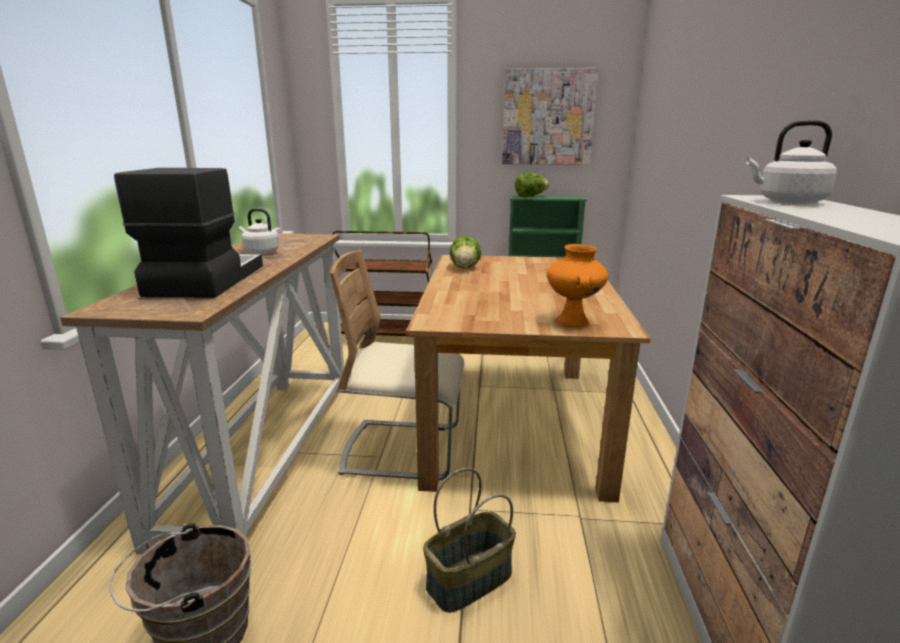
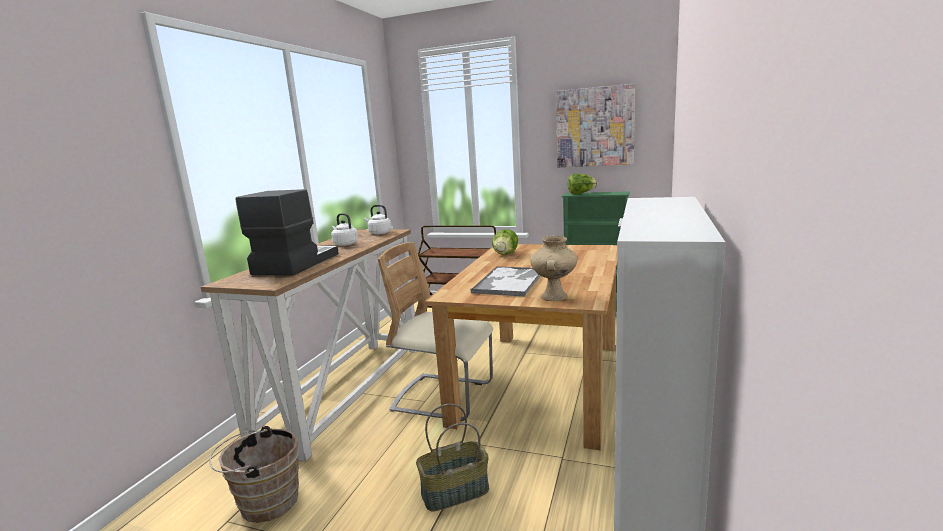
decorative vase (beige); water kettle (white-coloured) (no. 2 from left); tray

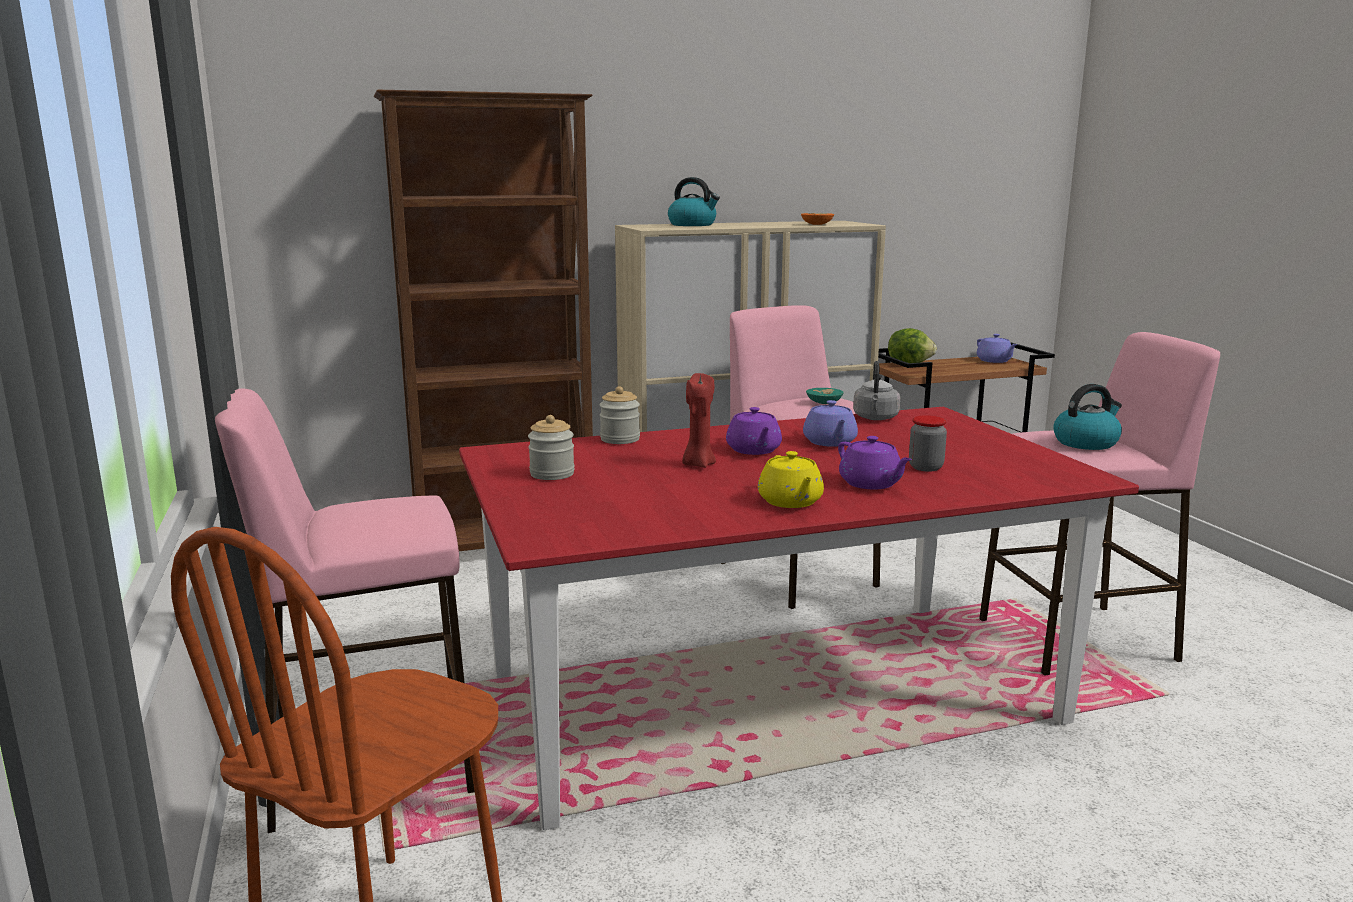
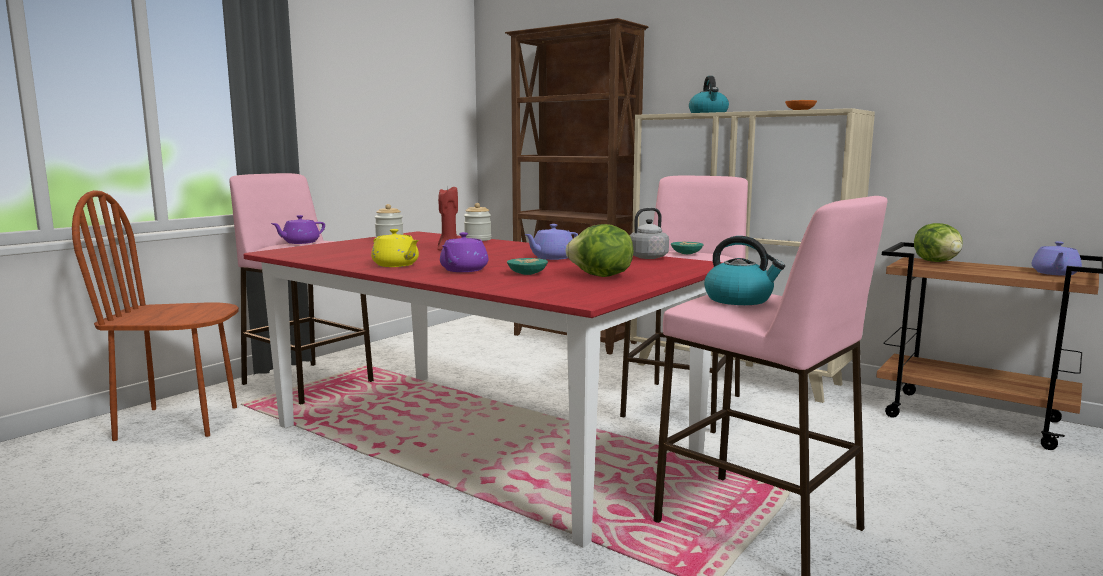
pot for tea (purplish) (no. 1 from left); pot for tea (yellow); serving bowl (blue-green) (no. 1 from left); head of lettuce (no. 1 from left)

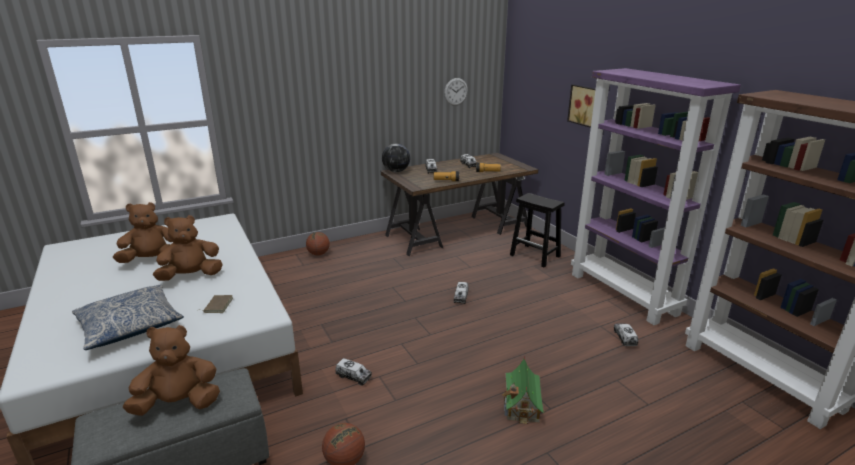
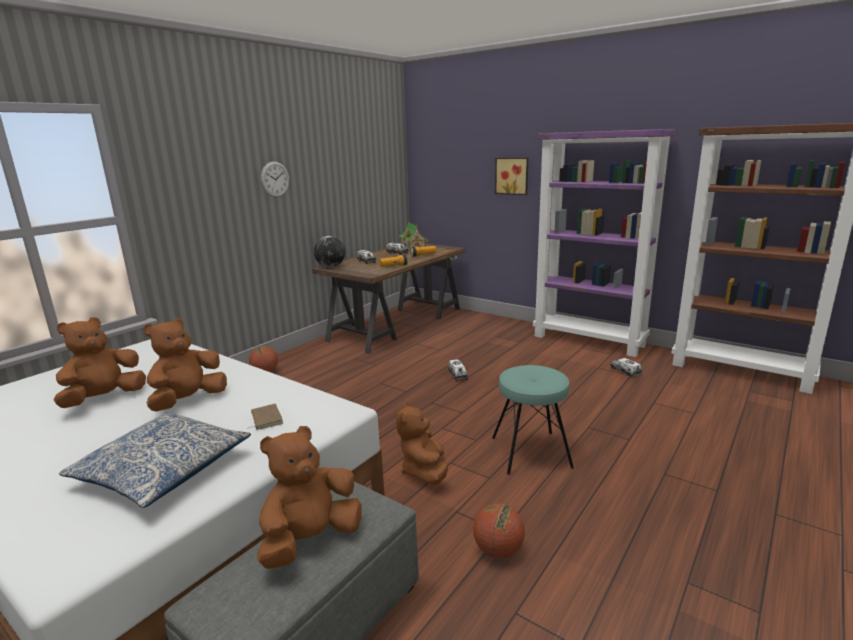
cuddly toy (brownish) (no. 4 from left); hanging clock; miniature house; stool (black); stool (blue-green)

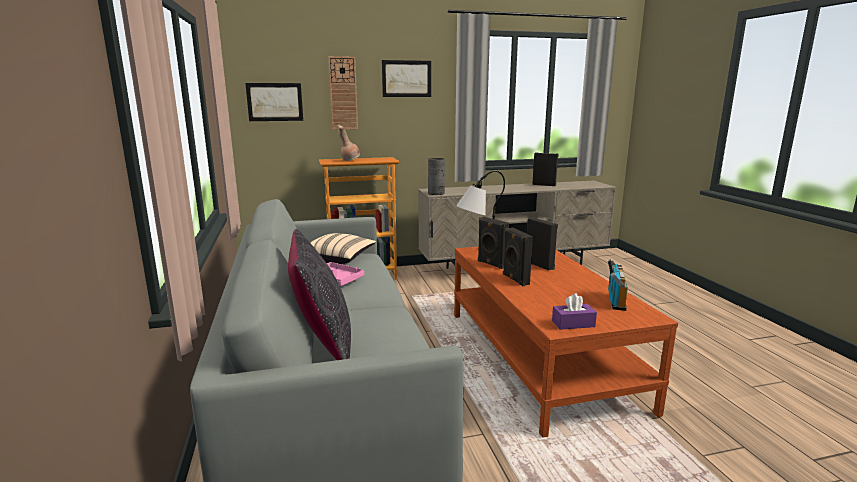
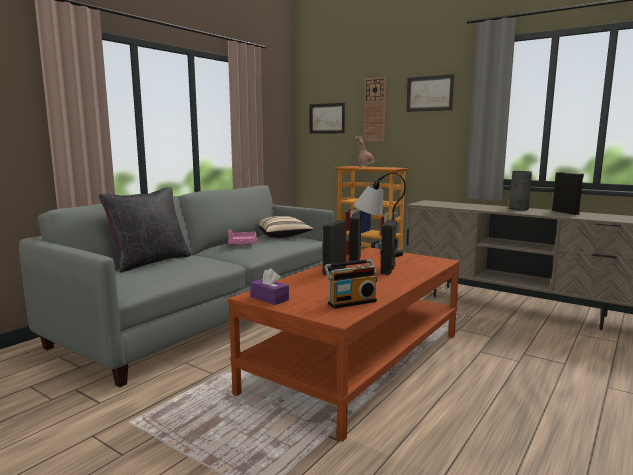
decorative vase (grey)

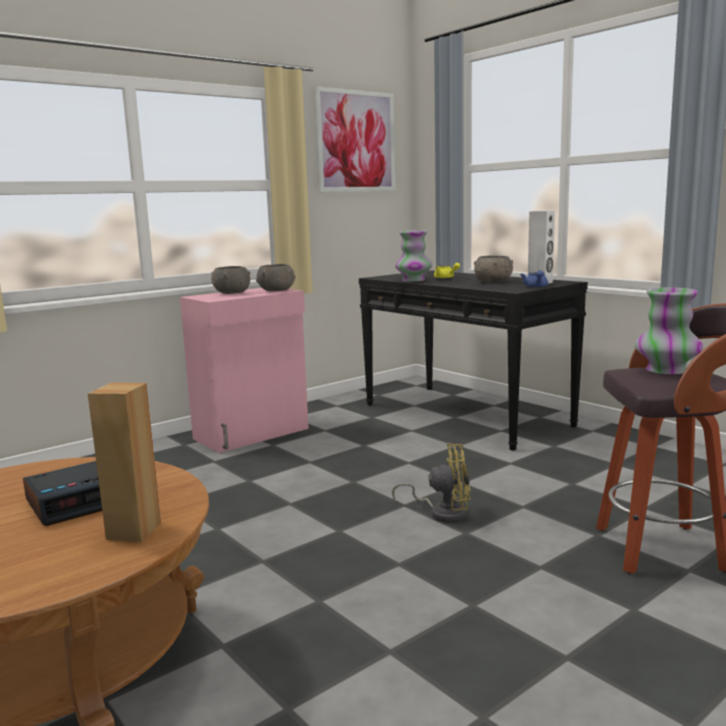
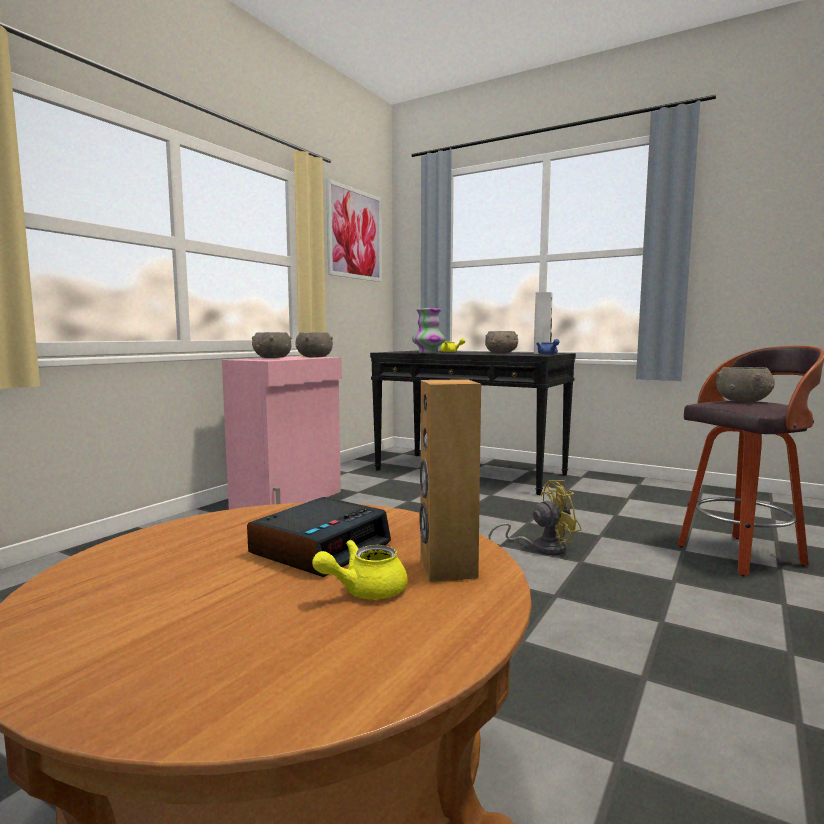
serving bowl (grey) (no. 4 from left); pot for tea (yellow) (no. 1 from left)

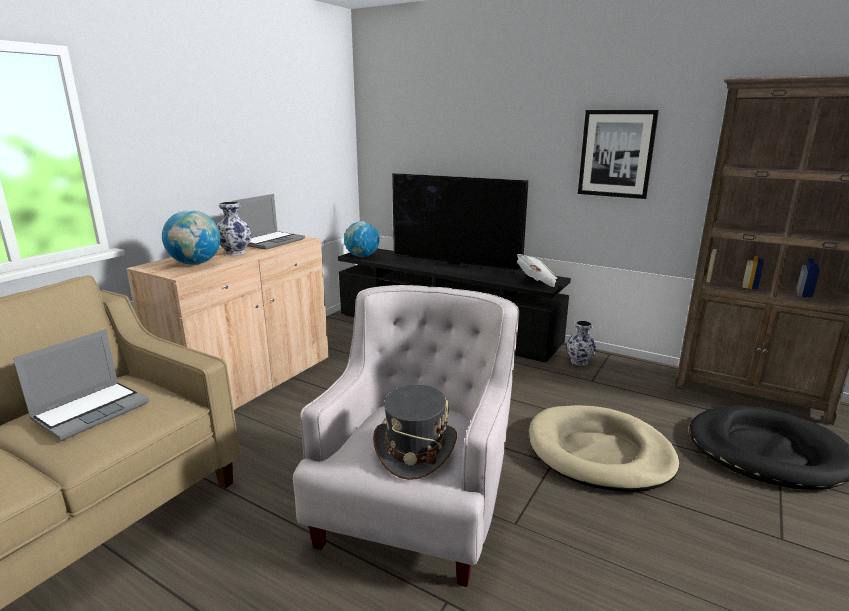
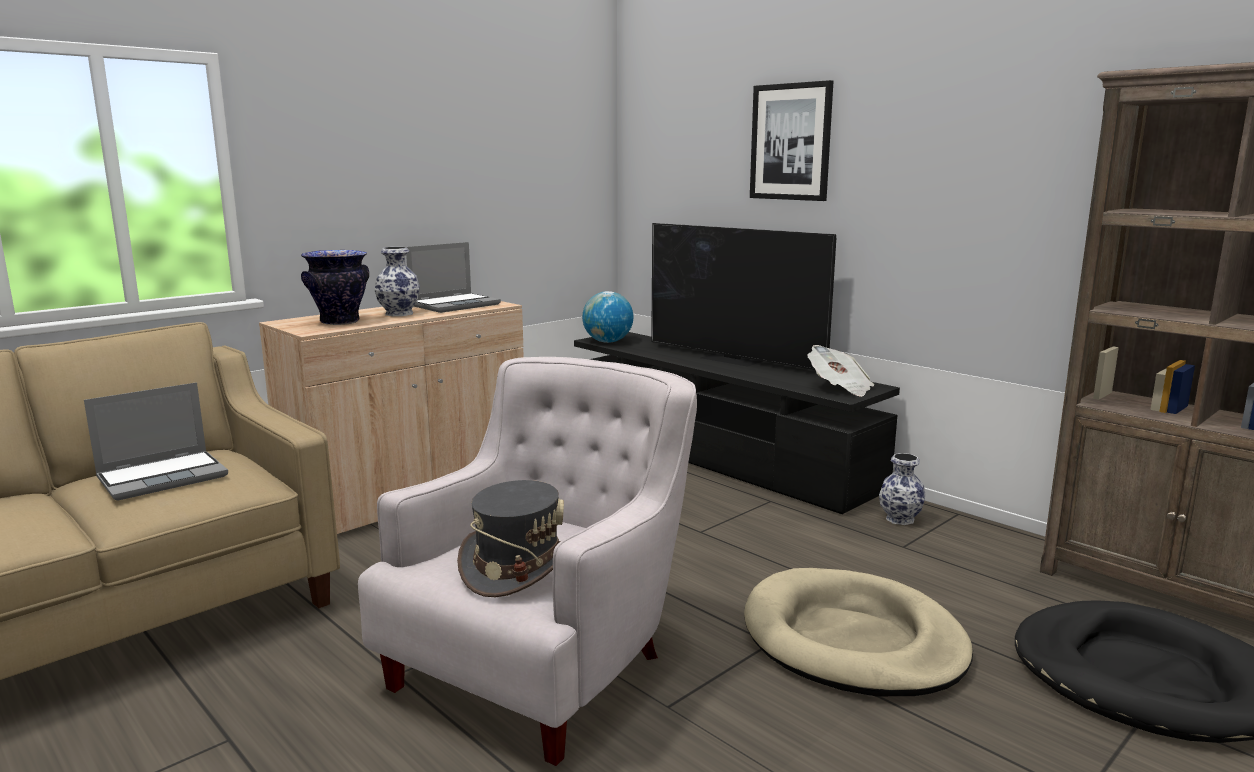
decorative vase (no. 1 from left); picture

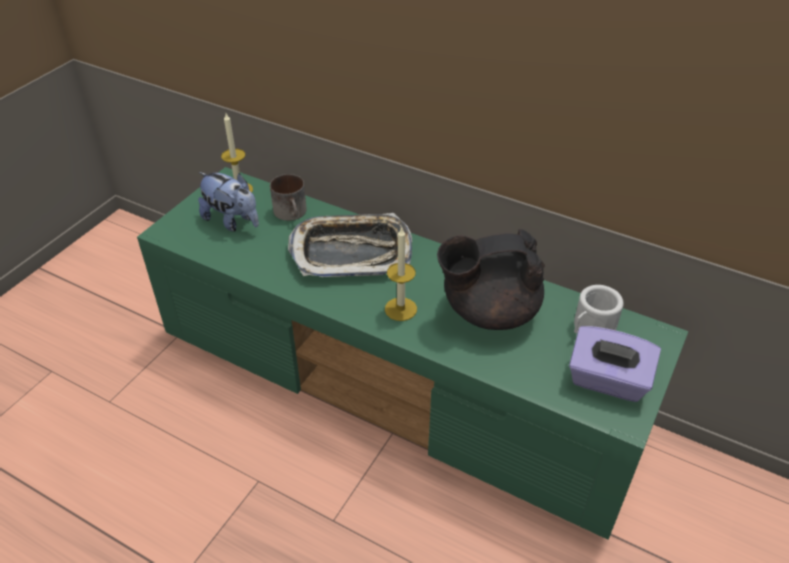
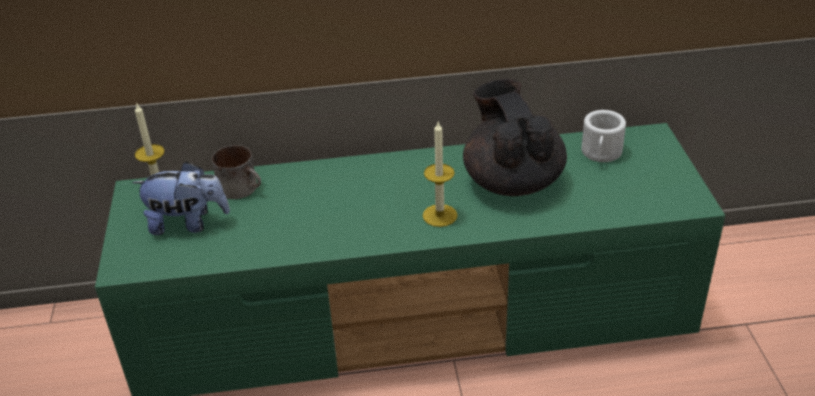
tray; pot for tea (black); tissue holder (purplish)

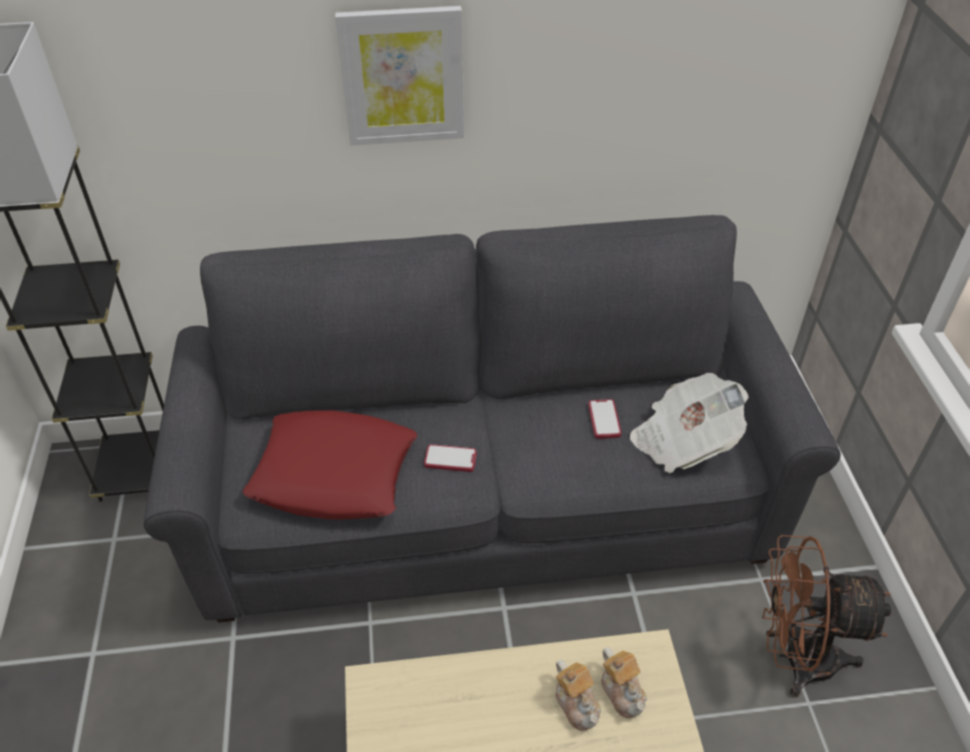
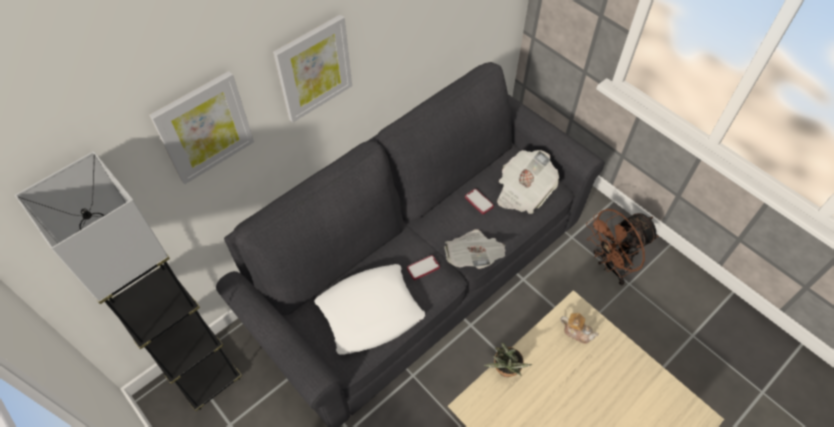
throw pillow (white-coloured); pot for tea (no. 1 from left in the first image); picture (no. 1 from left); daily paper (no. 1 from left); potted plant

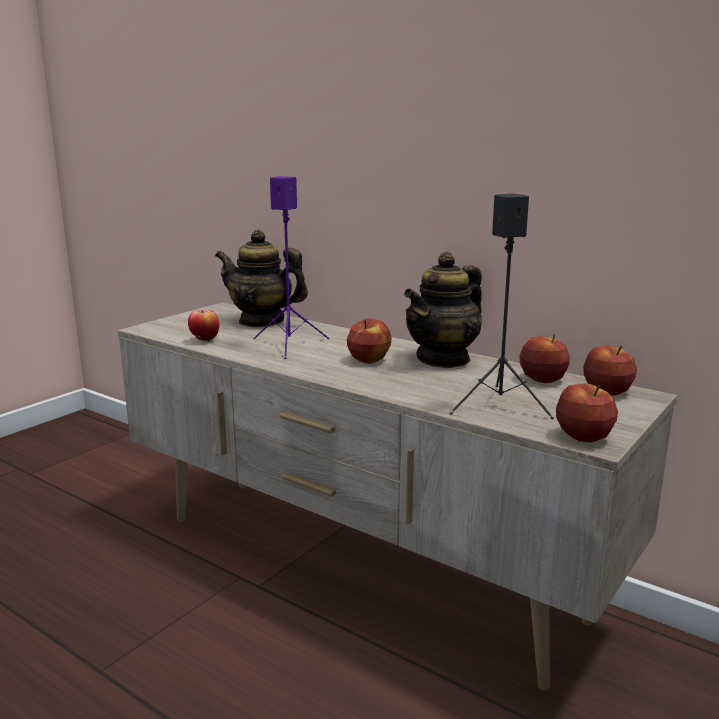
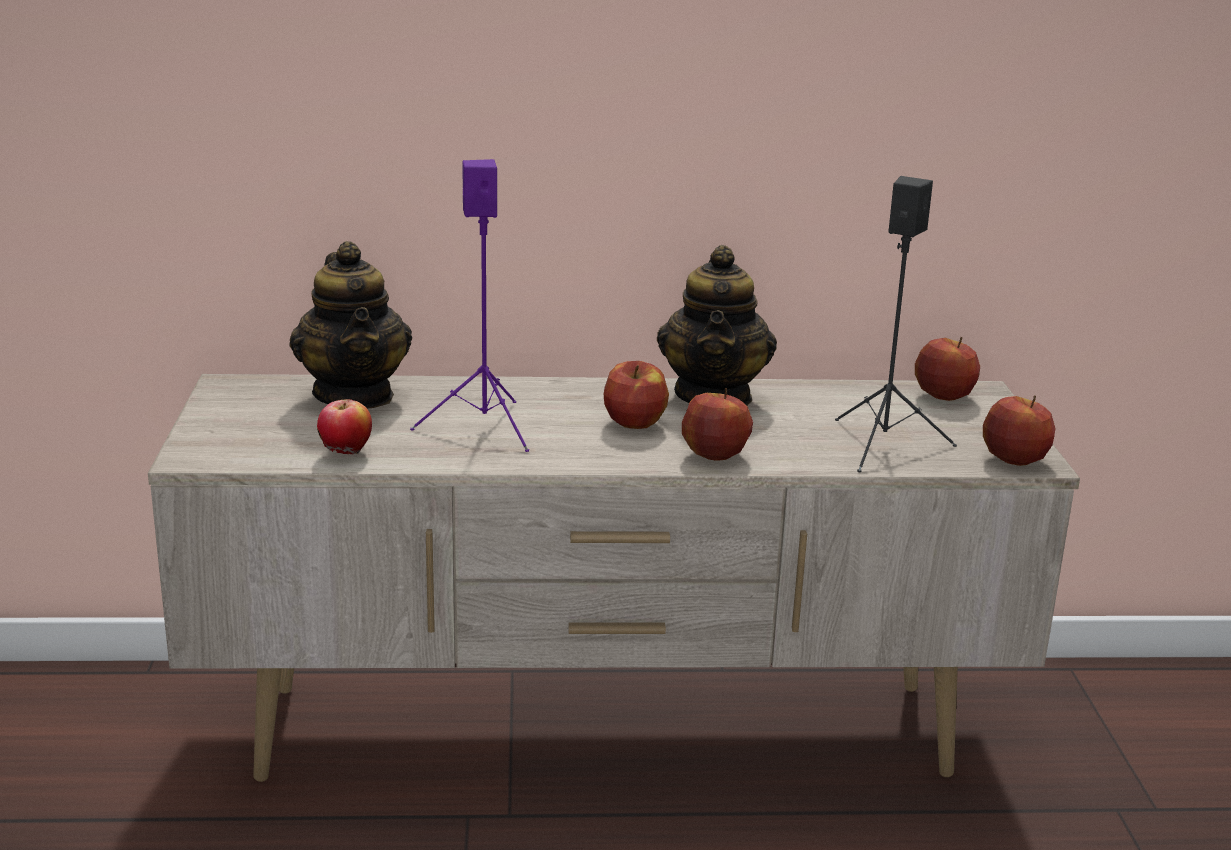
pot for tea (no. 1 from left); whole apple (no. 3 from left)

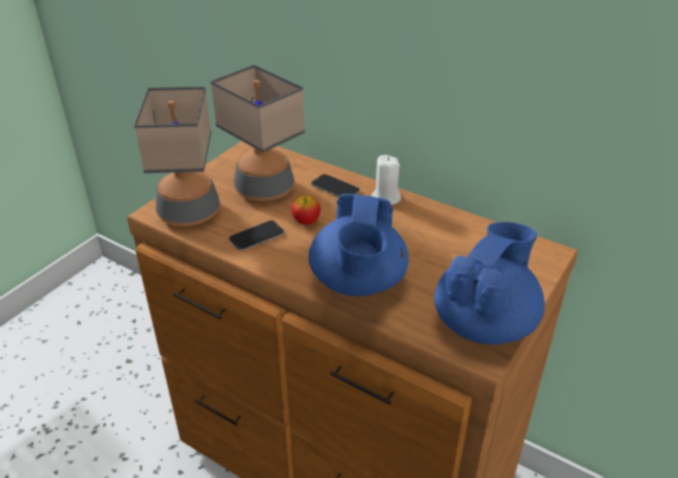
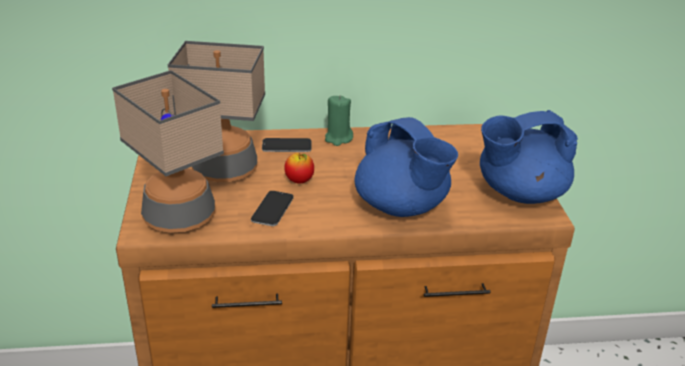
wax candle (greenish); pot for tea (bluish) (no. 2 from left)

